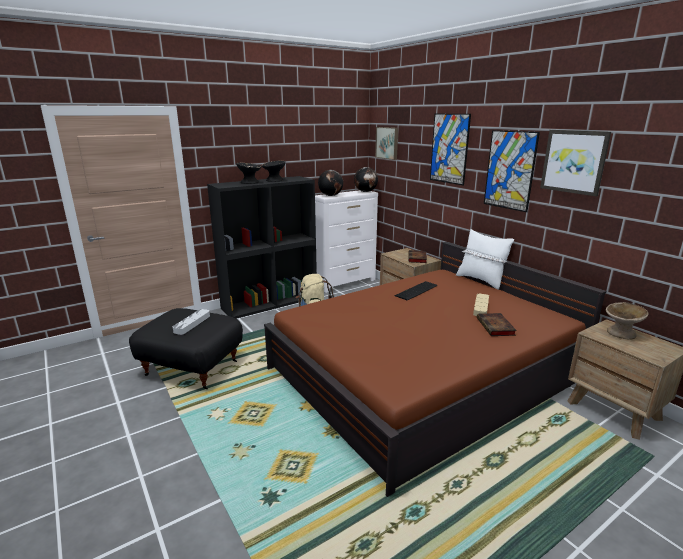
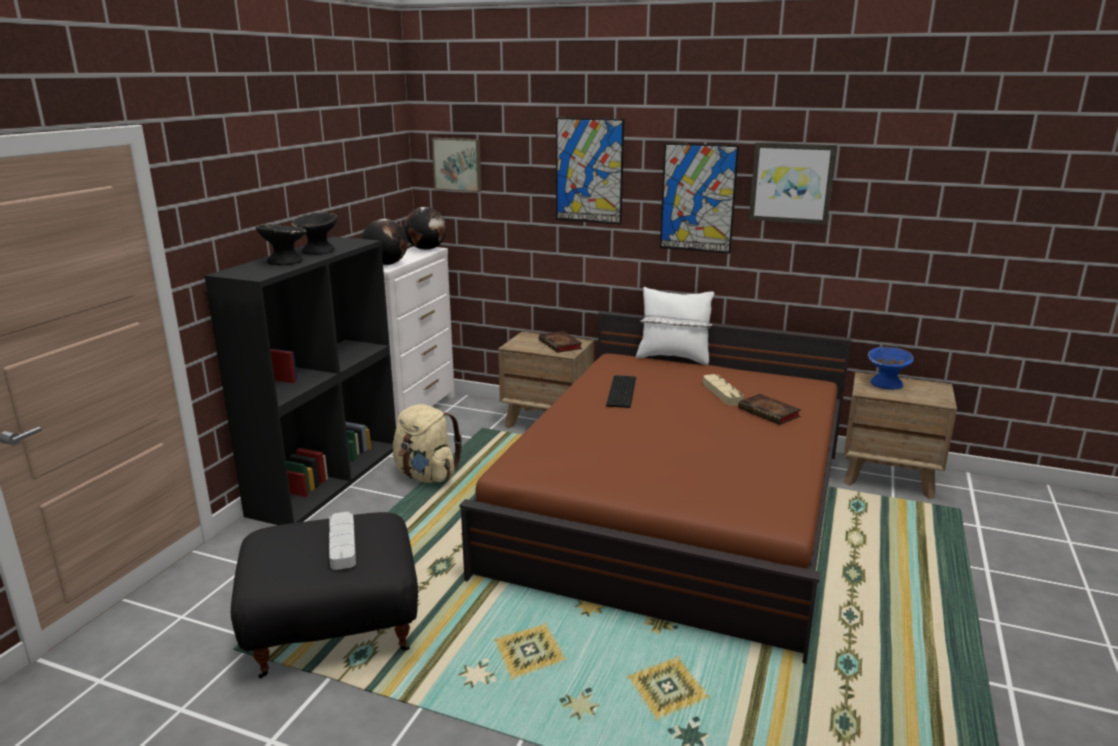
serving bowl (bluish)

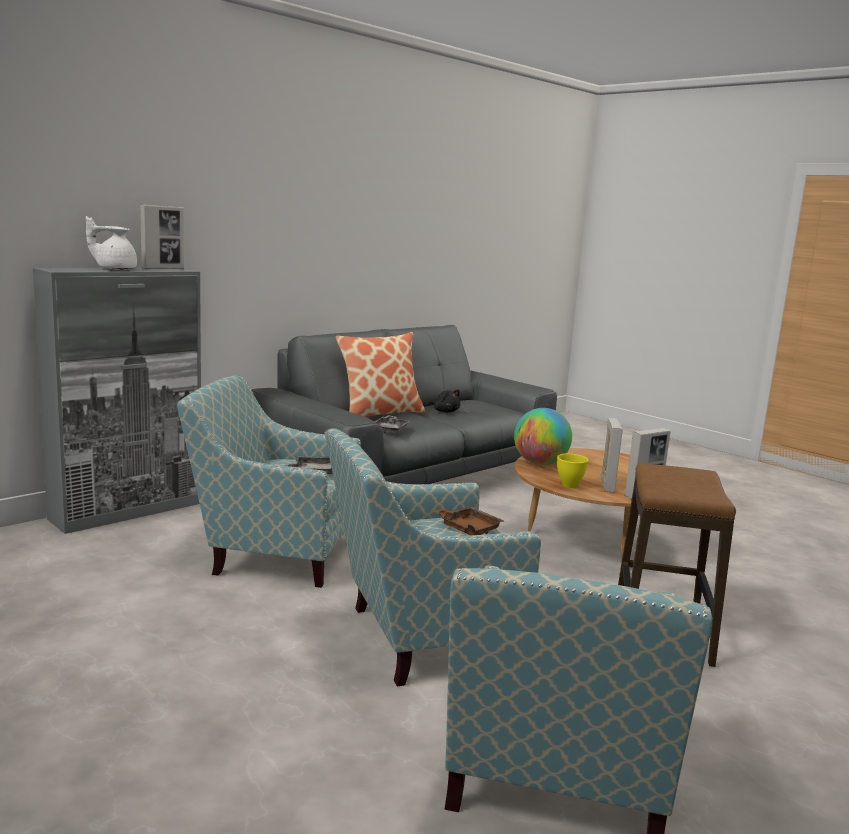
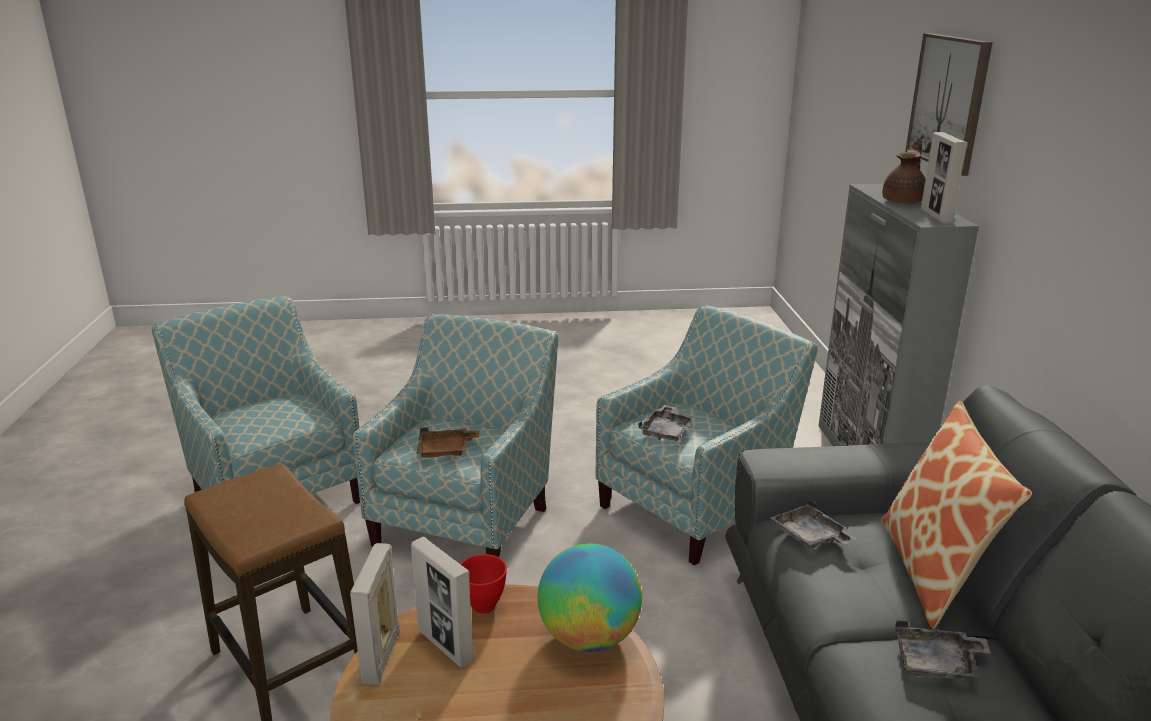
pot for tea (brownish); tray (grey) (no. 3 from left); serving bowl (red-coloured); picture

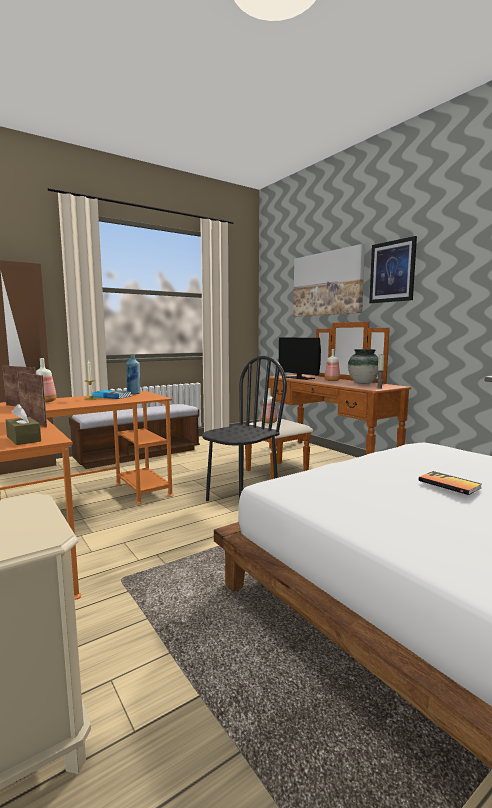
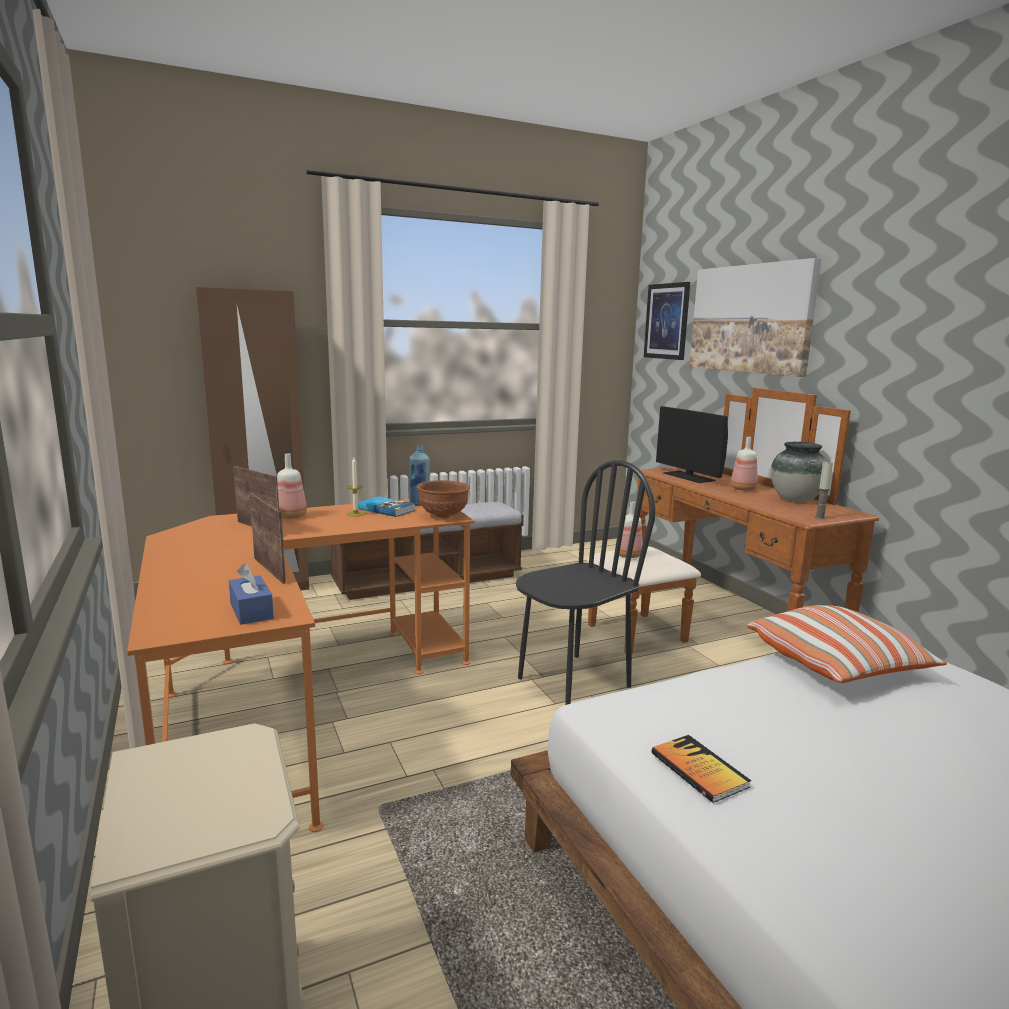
tissue holder (bluish); picture (no. 1 from left); volume (no. 2 from left); serving bowl (brownish); throw pillow

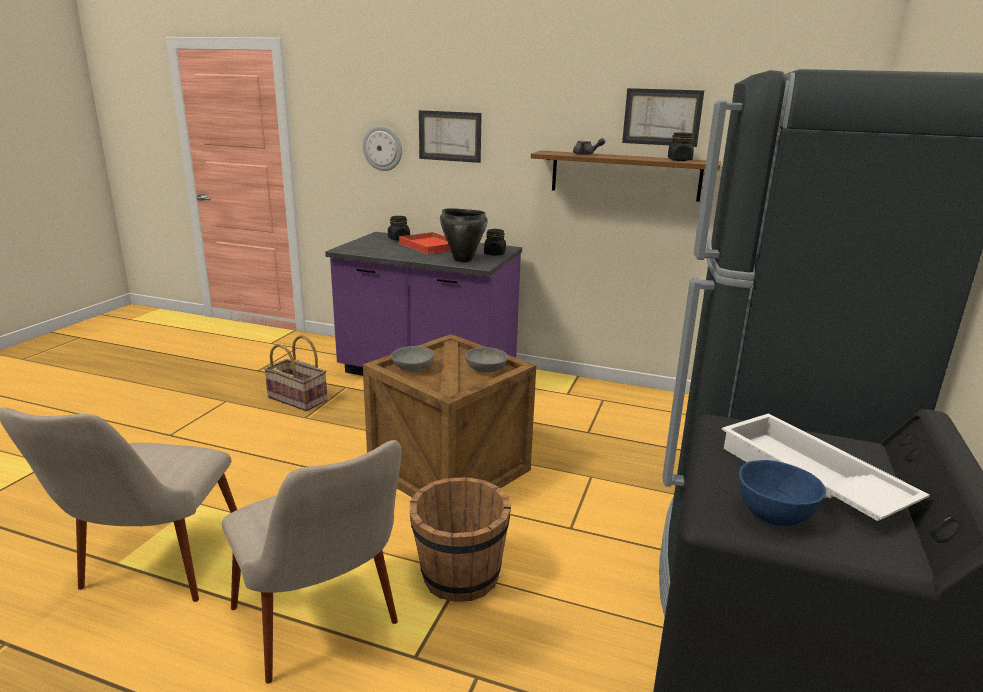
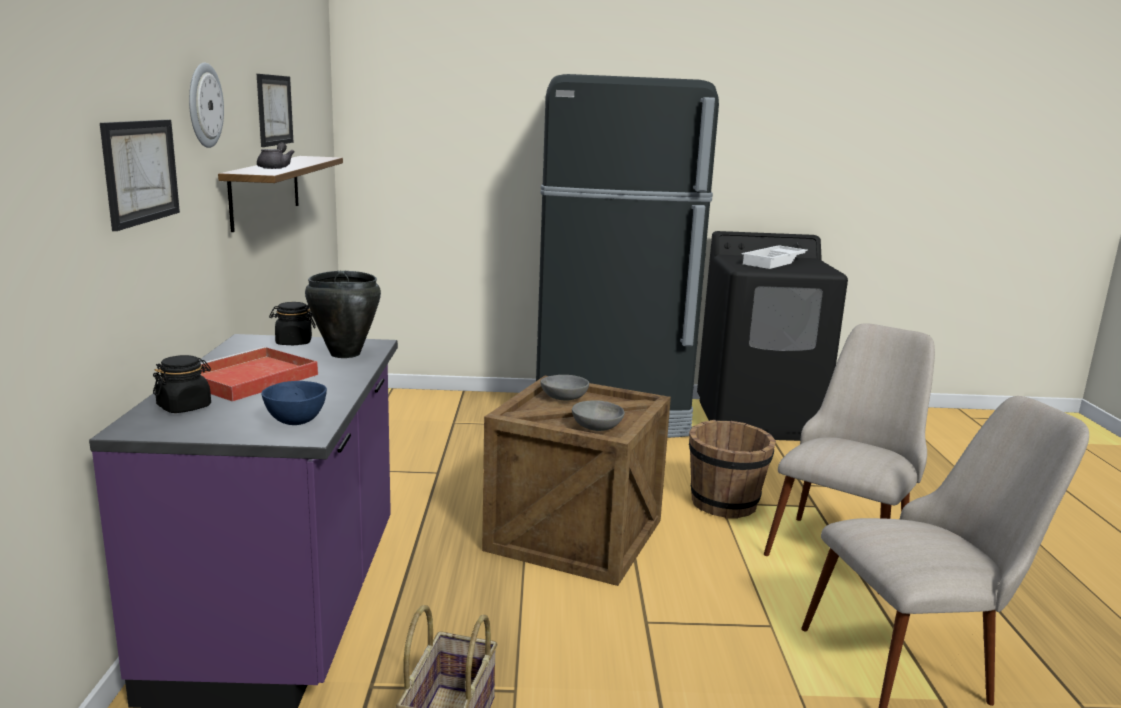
hanging clock; preserve jar (black) (no. 3 from left in the first image); serving bowl (bluish)

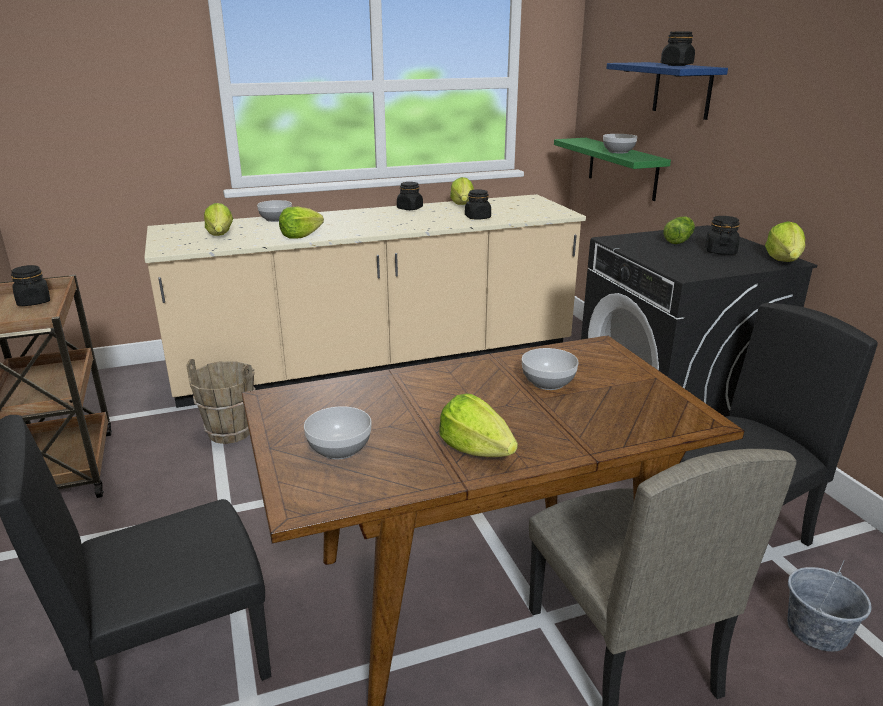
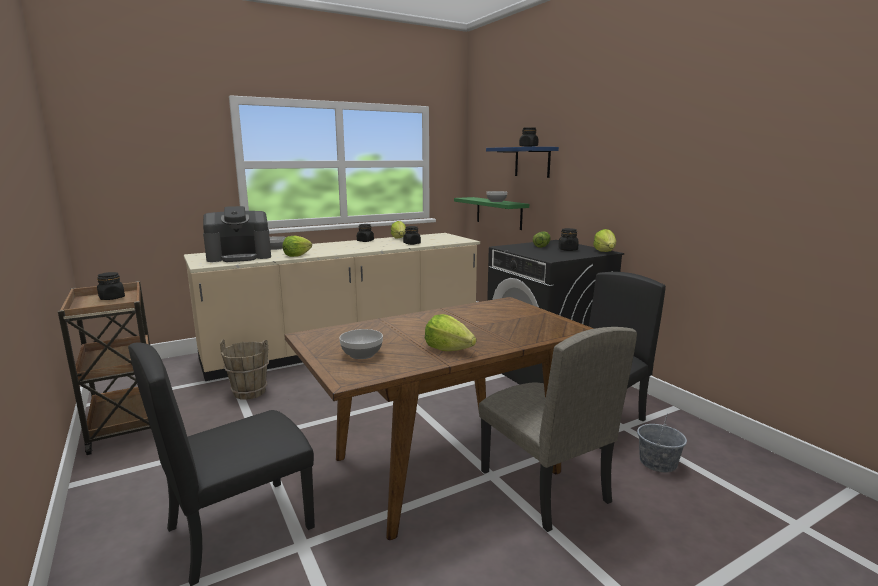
coffee maker; serving bowl (no. 3 from left in the first image)

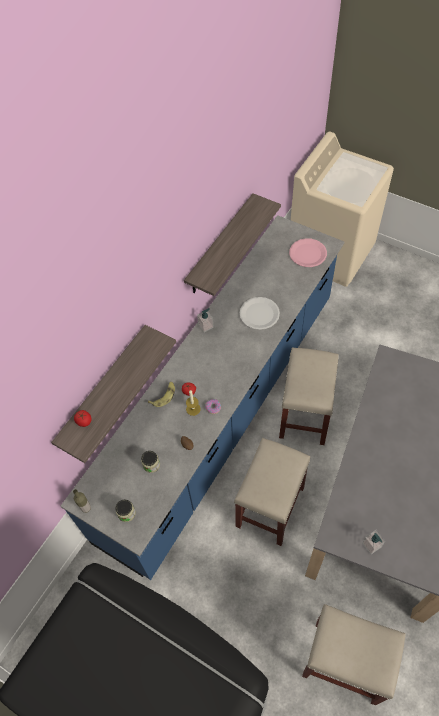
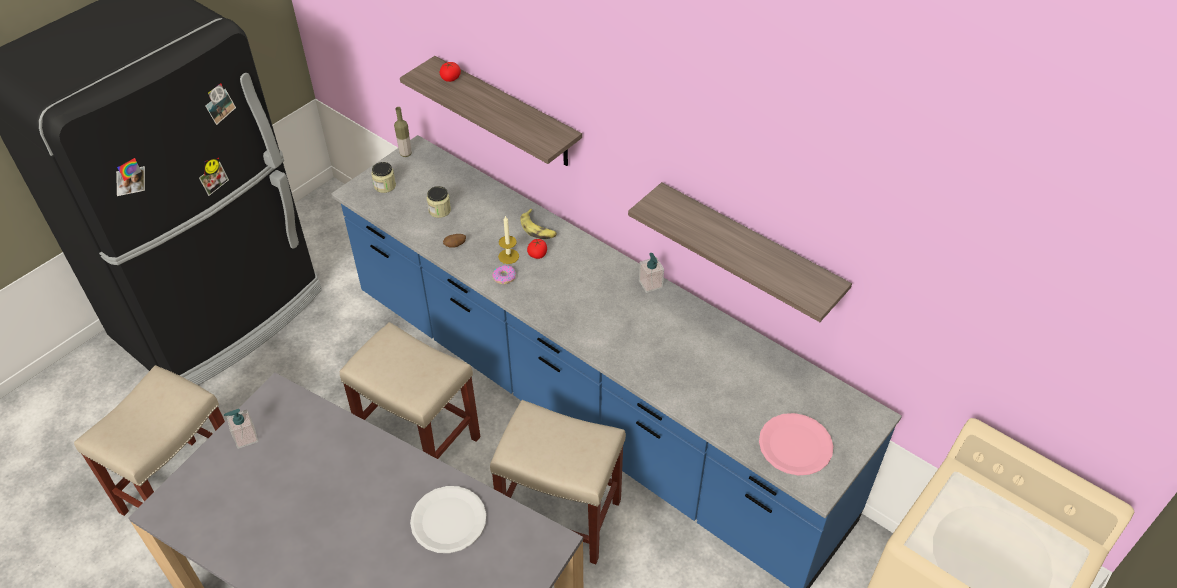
dinner plate (white-coloured)

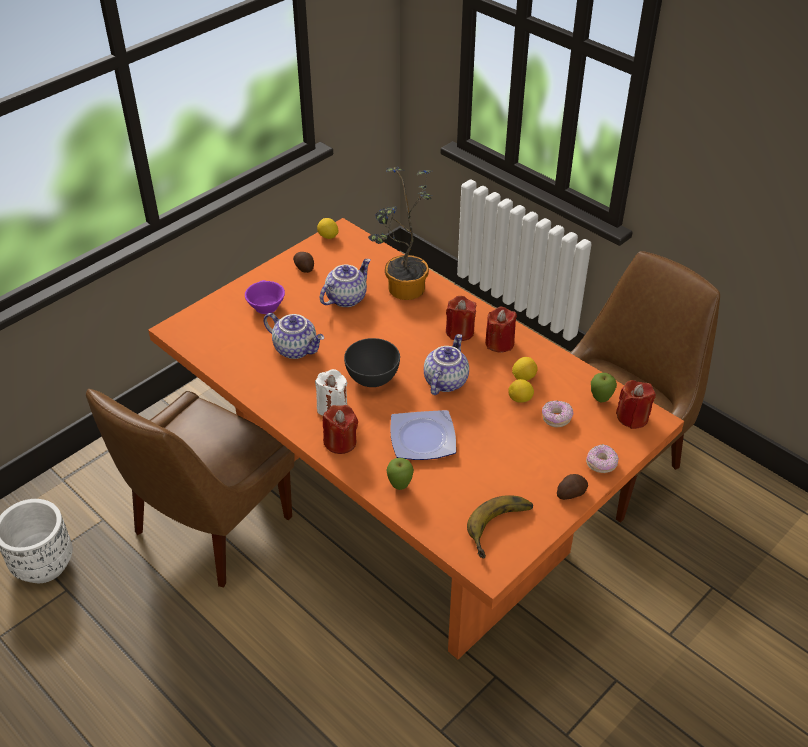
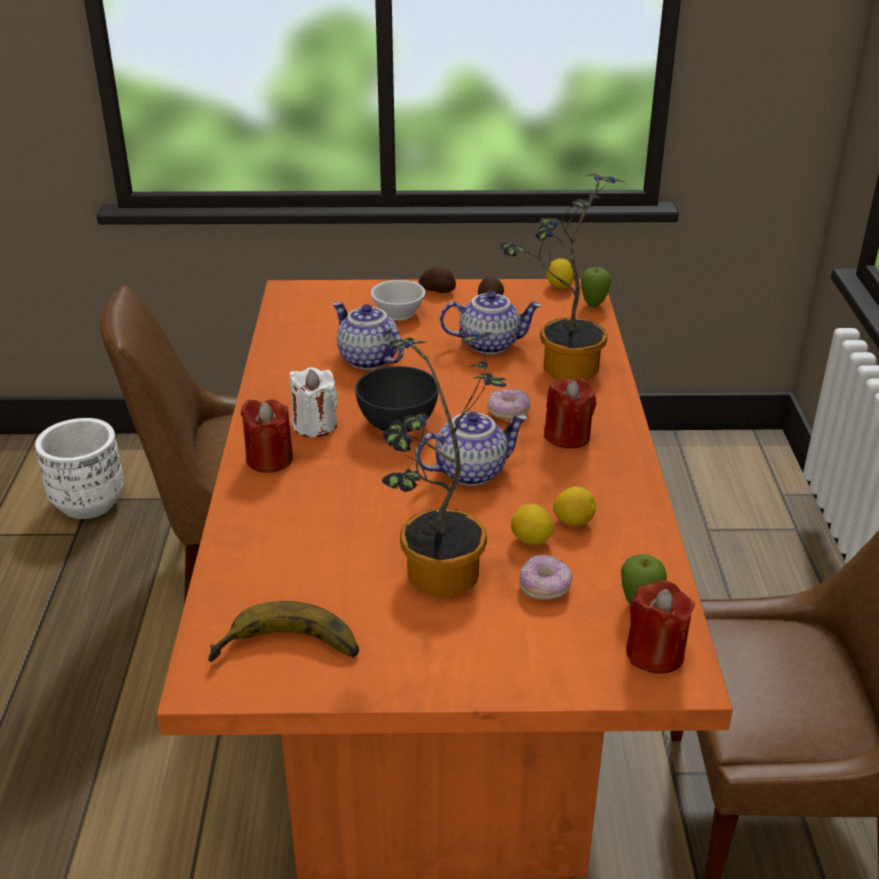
drinking cup (white-coloured); pot for tea (no. 1 from left); whole apple (no. 1 from left); dinner plate; wax candle (red-coloured) (no. 3 from left in the first image); spud (no. 1 from left); doughnut (no. 1 from left); potted plant (no. 1 from left)

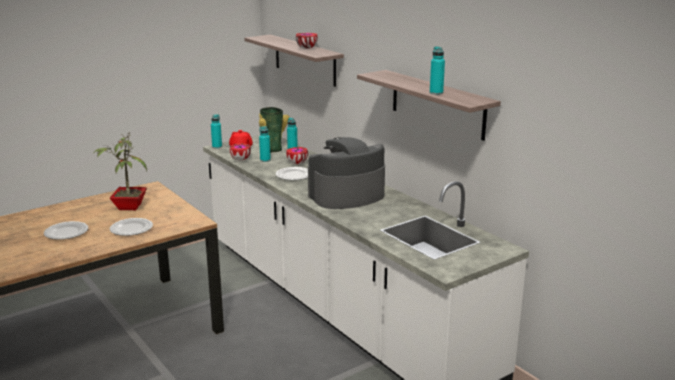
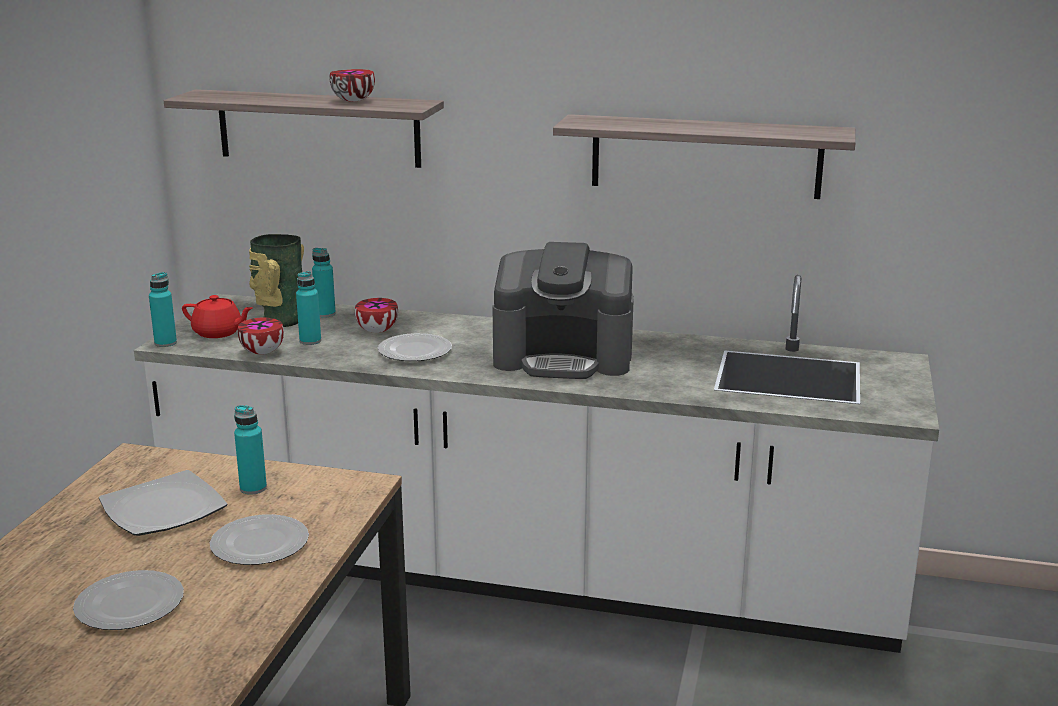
dinner plate (no. 2 from left); coffee maker; drink bottle (blue-green) (no. 2 from left)

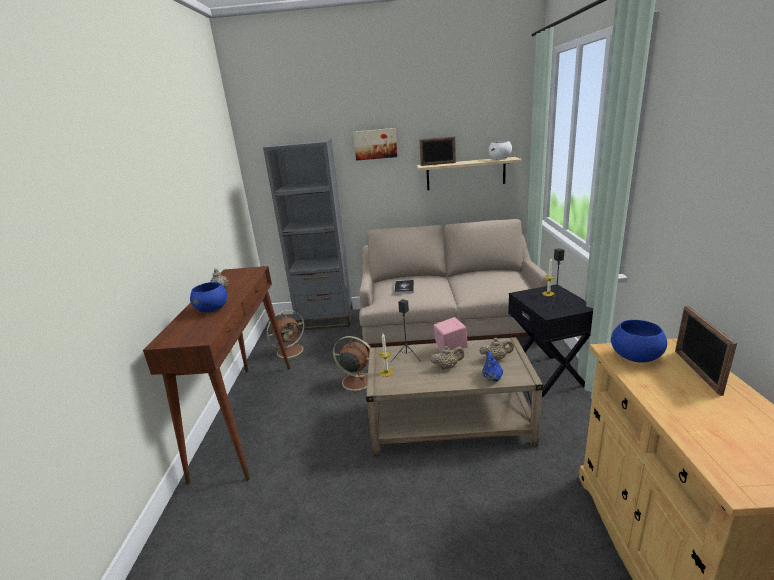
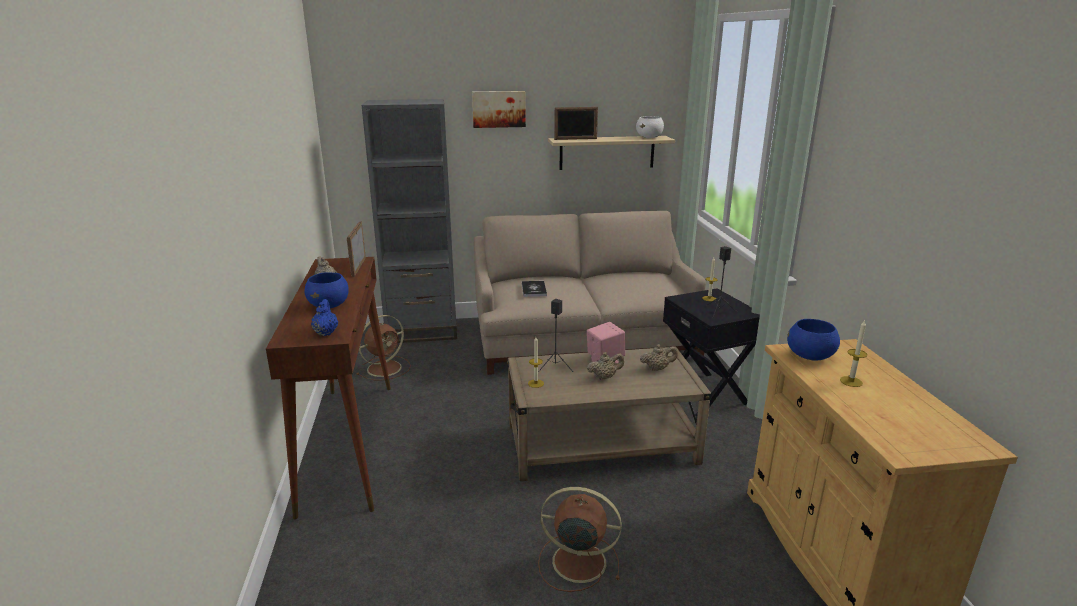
fan (brownish) (no. 2 from left); pot for tea (bluish); photo frame (no. 1 from left); wax candle (no. 3 from left)

